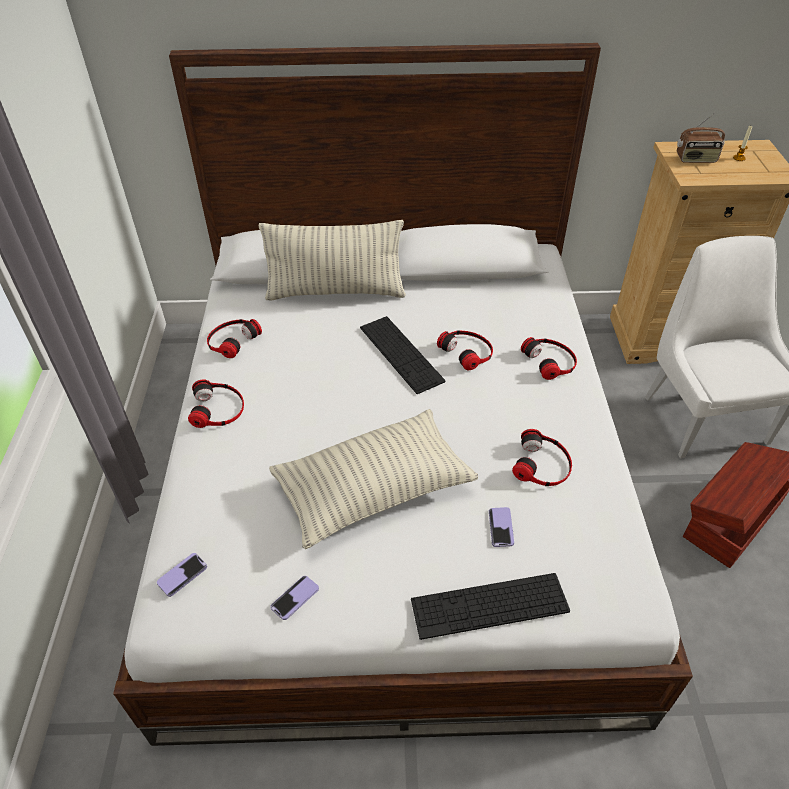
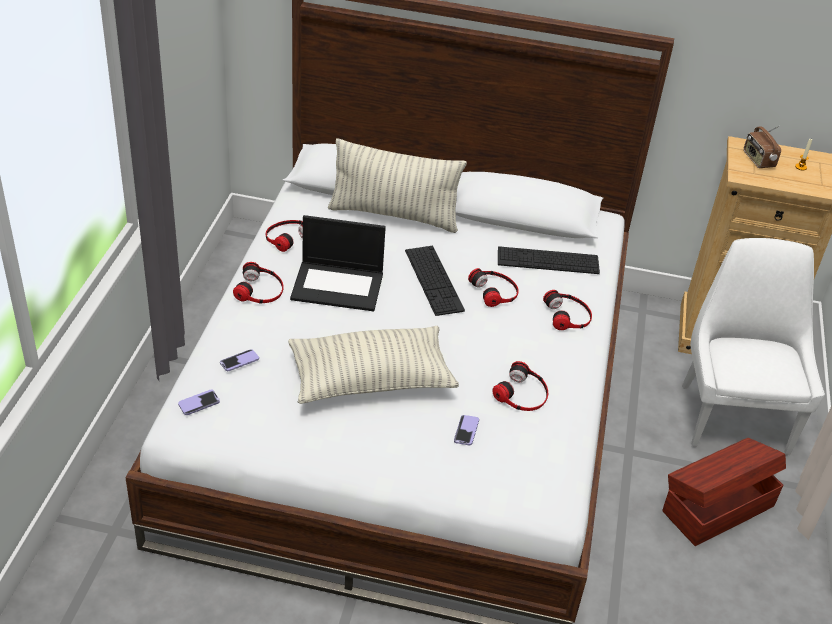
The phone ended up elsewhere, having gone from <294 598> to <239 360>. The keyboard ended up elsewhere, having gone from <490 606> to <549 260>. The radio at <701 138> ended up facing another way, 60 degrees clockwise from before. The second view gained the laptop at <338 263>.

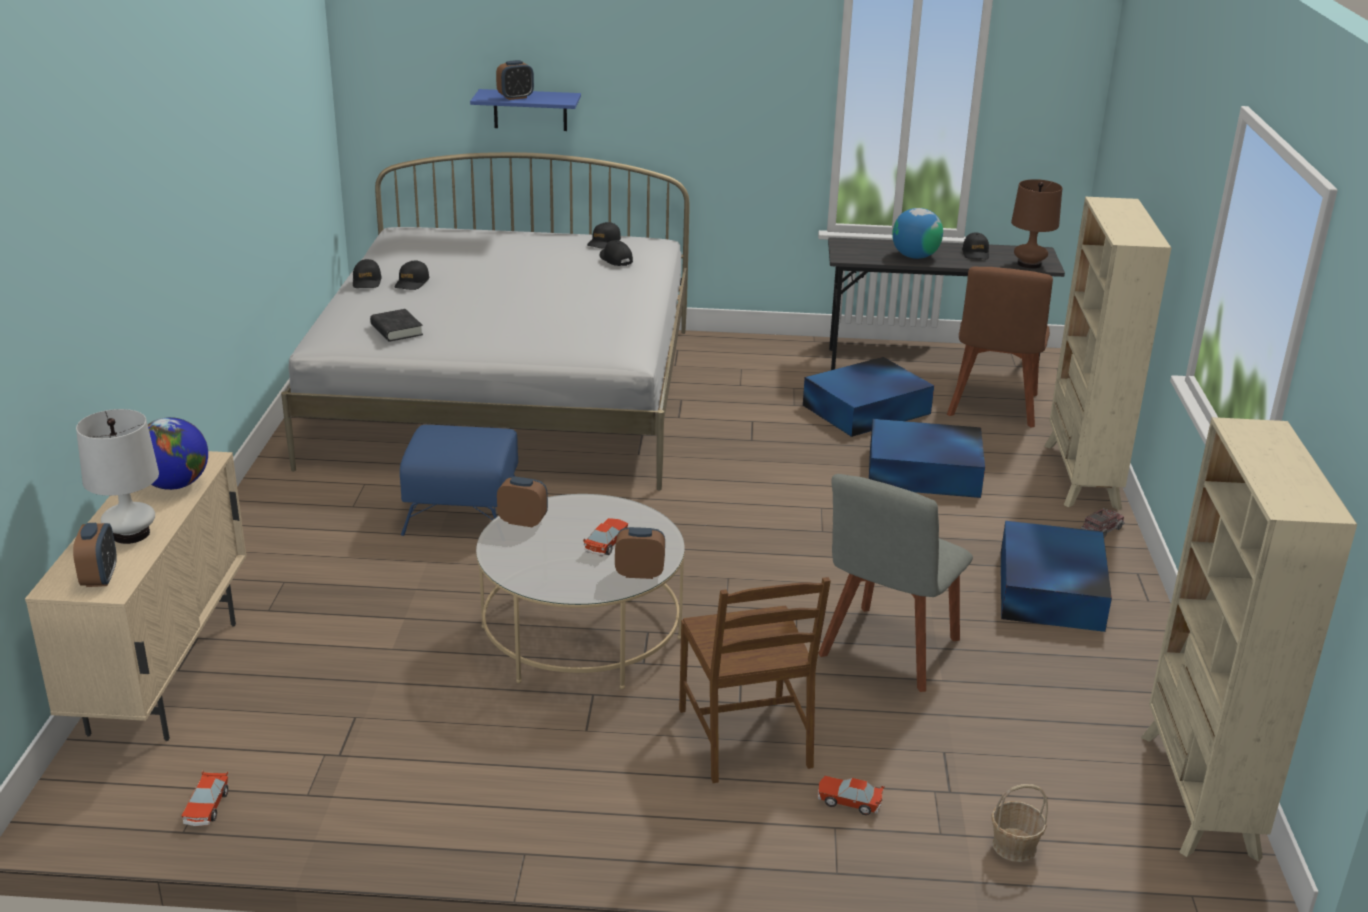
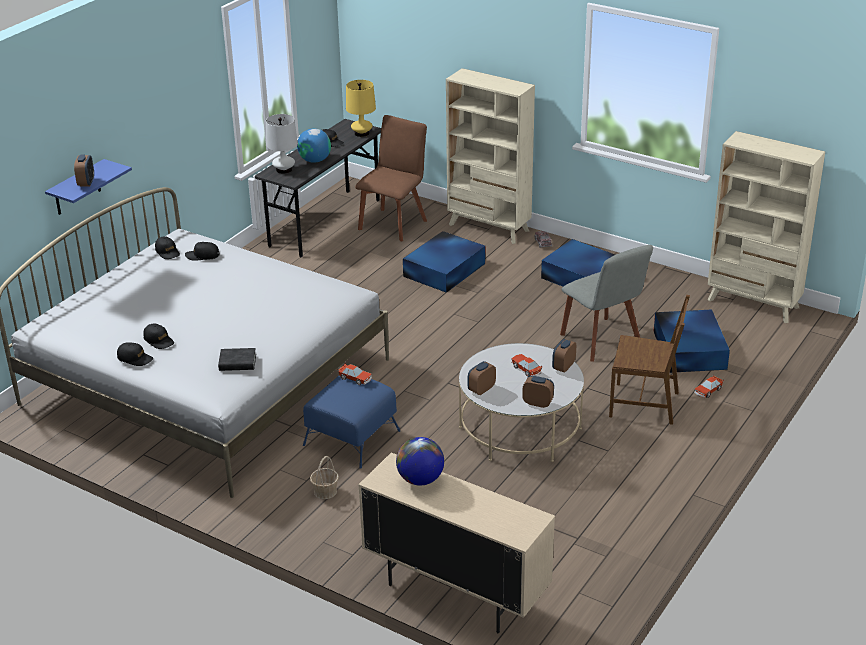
The alarm clock ended up elsewhere, having gone from <95 555> to <538 392>. The white table lamp ended up elsewhere, having gone from <117 476> to <282 144>. The toy car ended up elsewhere, having gone from <205 798> to <354 374>. The blue storage box ended up elsewhere, having gone from <868 397> to <692 341>. The brown chair at <1000 347> ended up facing another way, 105 degrees counterclockwise from before. The basket ended up elsewhere, having gone from <1019 823> to <324 477>. What was the brown table lamp at <1036 224> turned into the yellow table lamp at <361 108>.

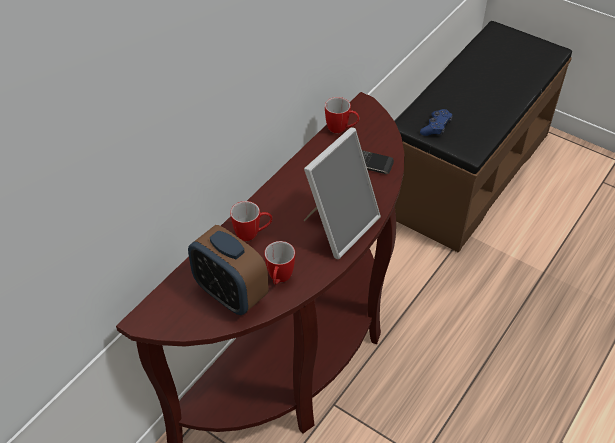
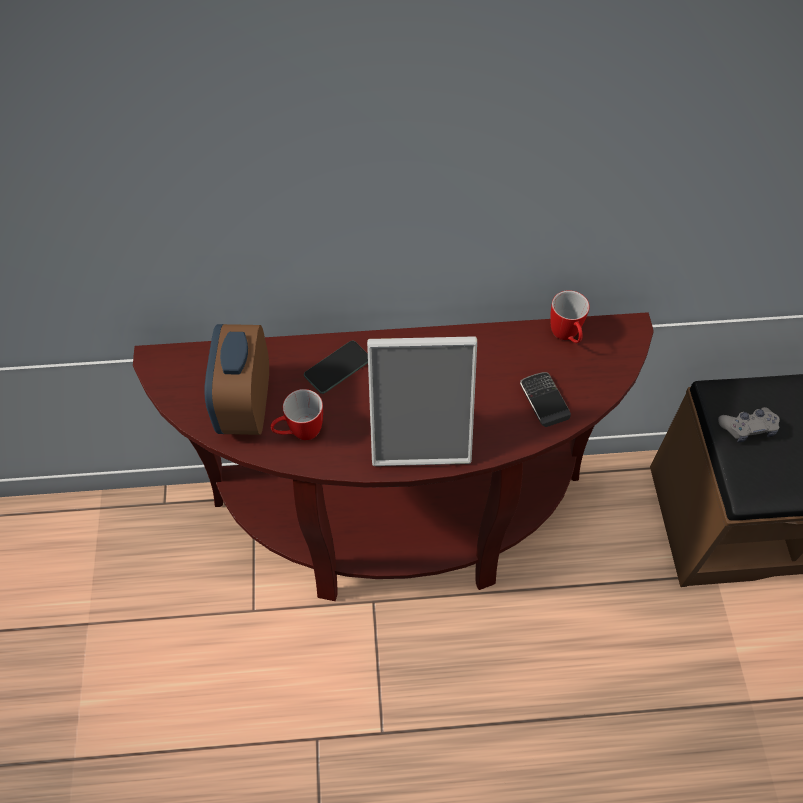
Where the mug stood at <251 221>, the phone came to stand at <336 367>. What was the blue game controller at <436 122> turned into the grey game controller at <749 424>.

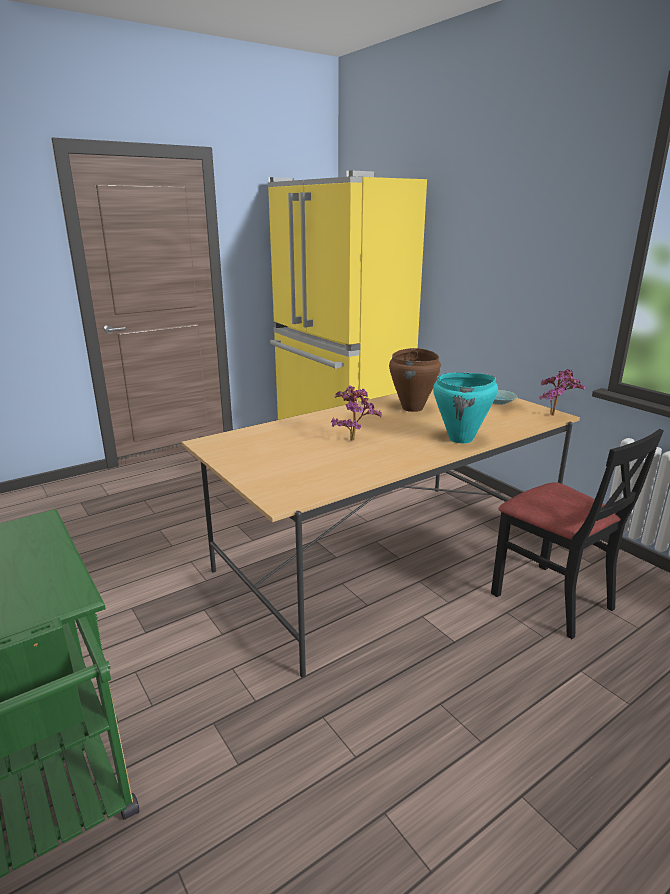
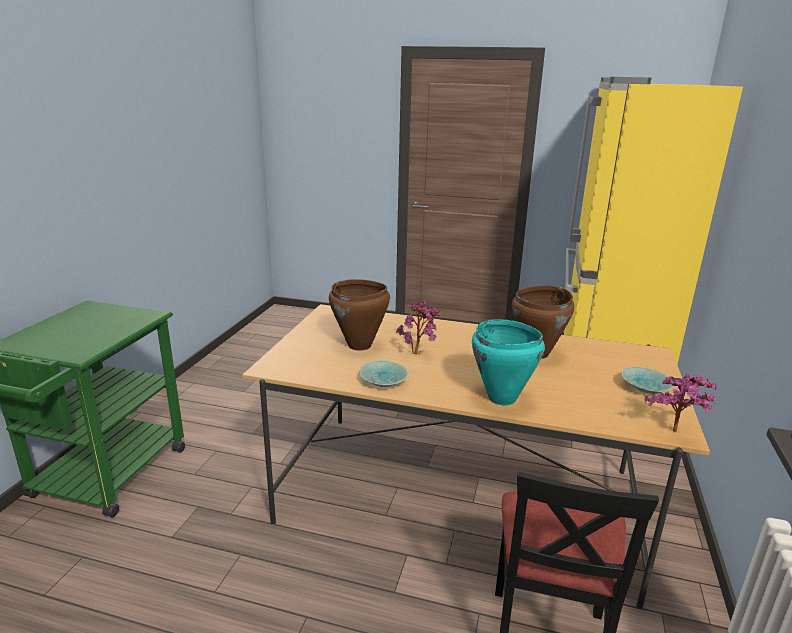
The second view gained the brown cooking pot at <359 315>. The second view gained the turquoise bowl at <383 374>.

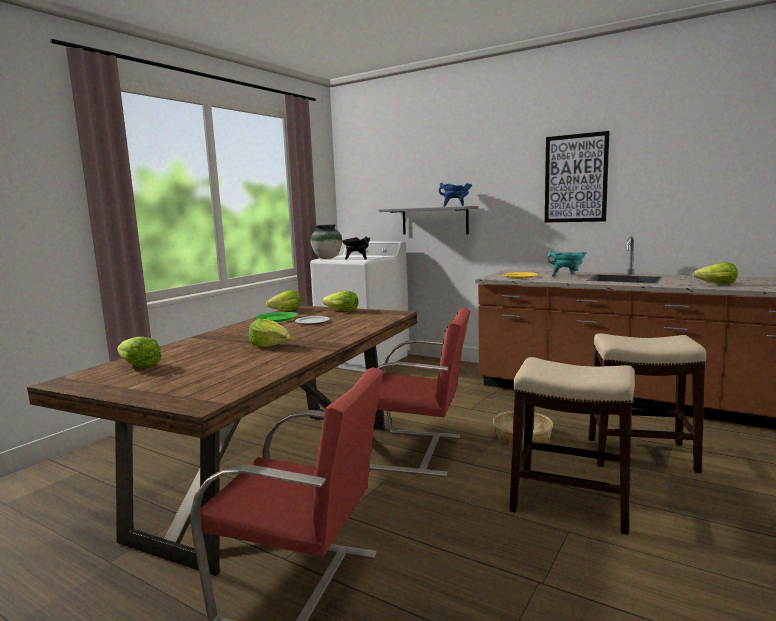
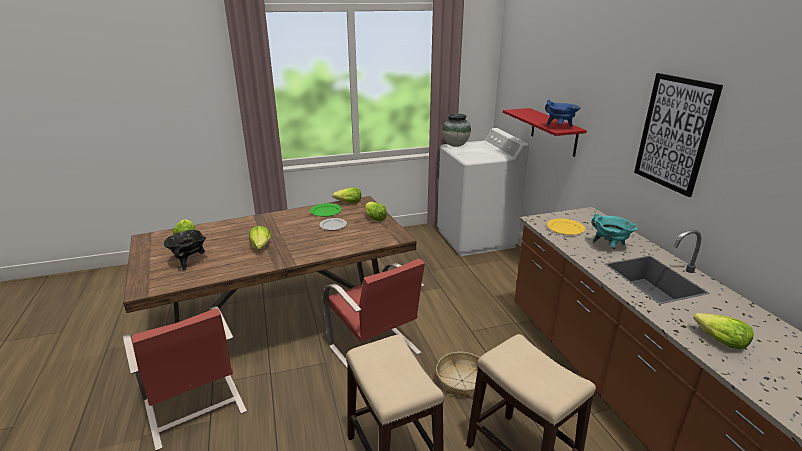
The black cooking pot ended up elsewhere, having gone from <356 248> to <185 250>. What was the grey shelf at <428 220> turned into the red shelf at <545 132>.

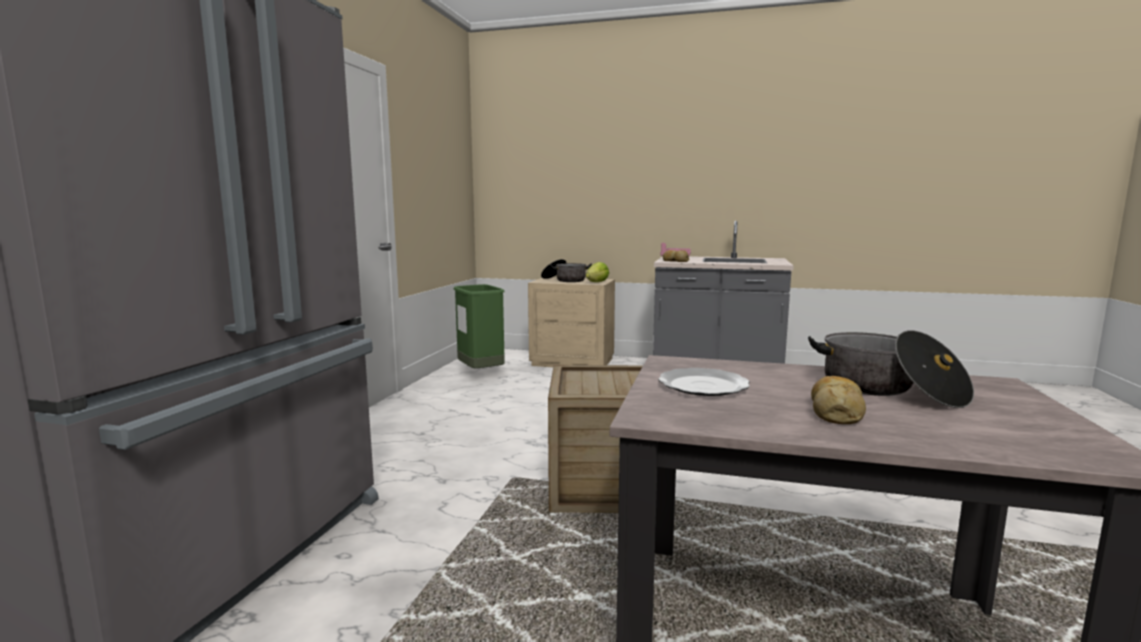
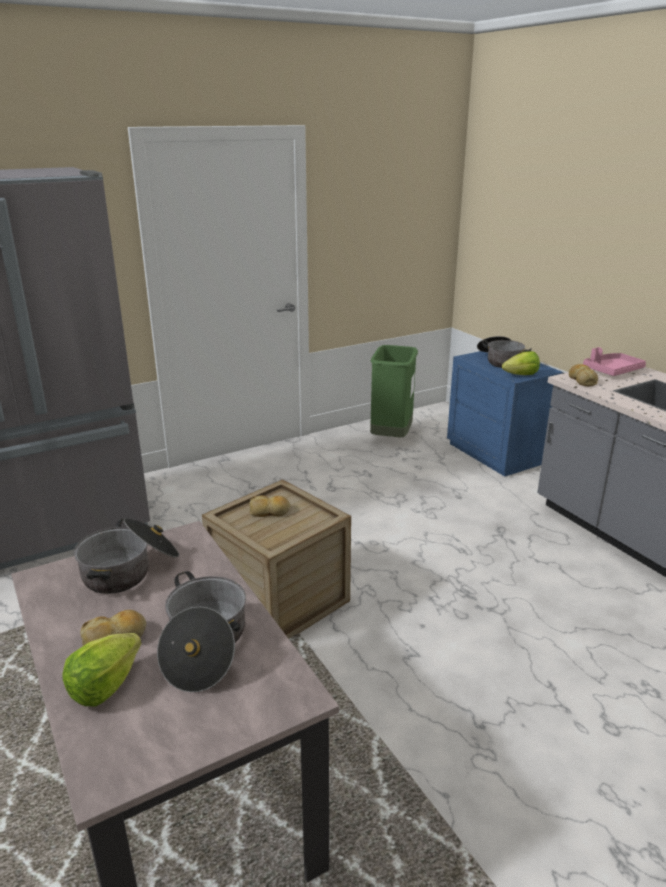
What was the beige nightstand at <571 322> turned into the blue nightstand at <505 413>. Where the plate stood at <704 382>, the cooking pot came to stand at <126 556>. The second view gained the lettuce at <102 670>. The second view gained the bread at <269 506>.

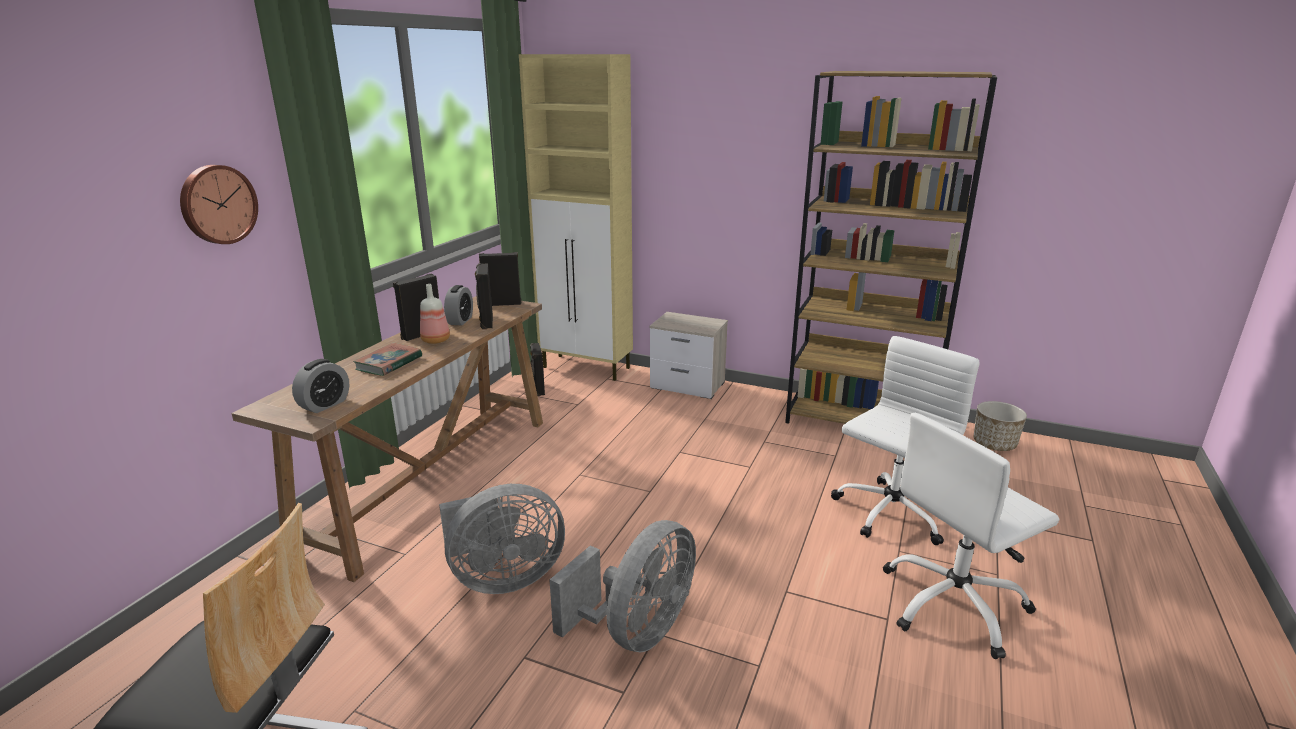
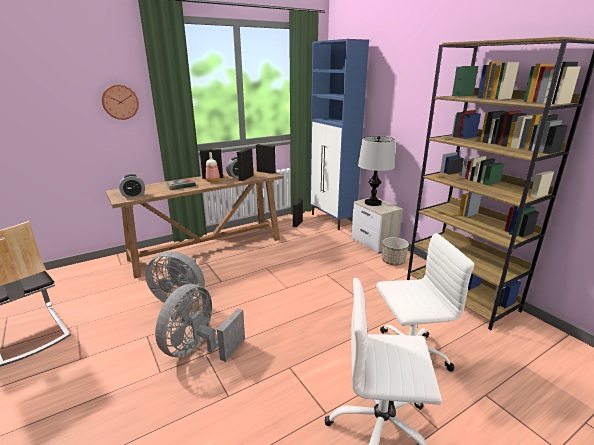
What was the beige cabinet at <576 217> turned into the blue cabinet at <339 134>. The grey fan at <623 586> ended up facing another way, 135 degrees clockwise from before. The planter ended up elsewhere, having gone from <1000 426> to <395 251>. The second view gained the table lamp at <376 171>.

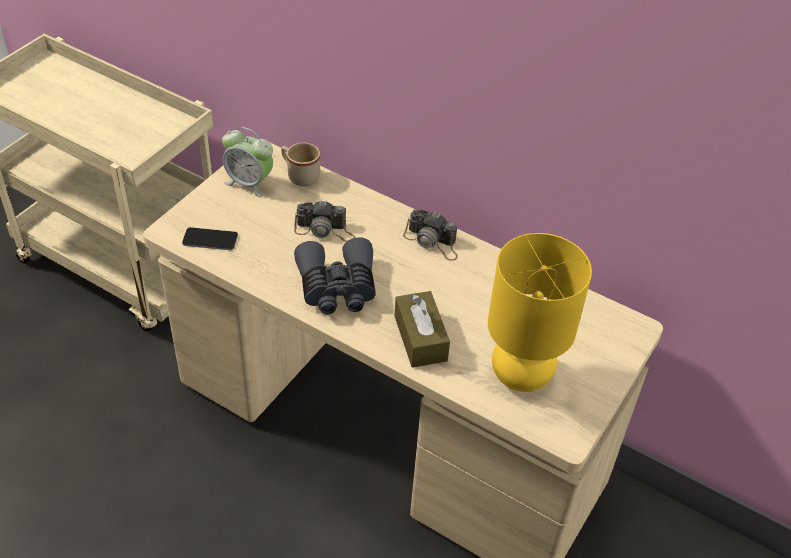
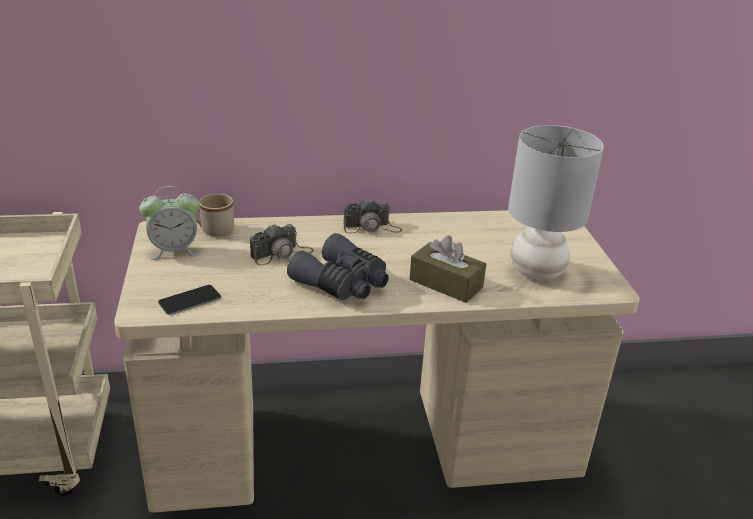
What was the yellow table lamp at <540 312> turned into the grey table lamp at <556 202>.

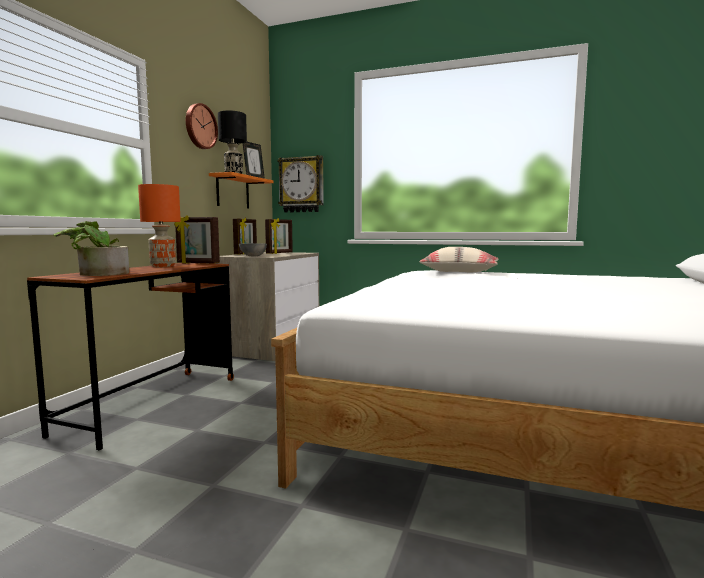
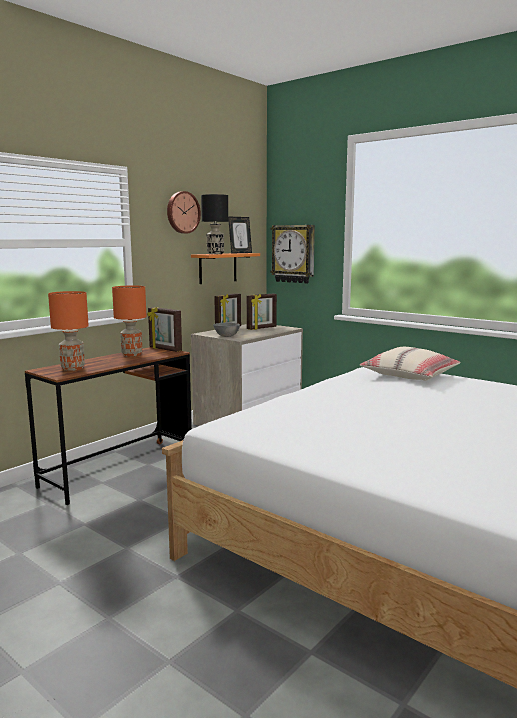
Where the potted plant stood at <91 248>, the orange table lamp came to stand at <68 331>.

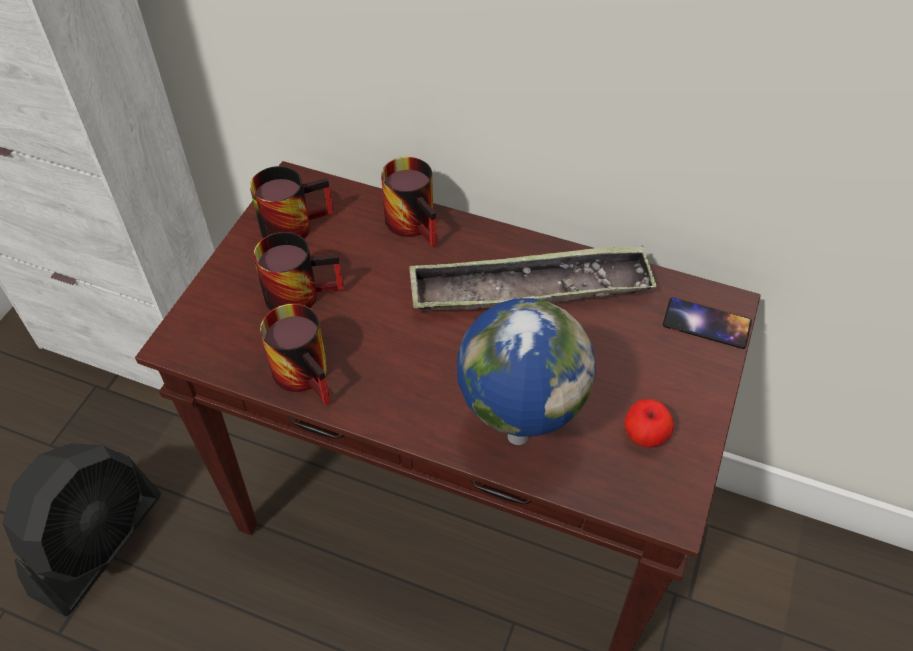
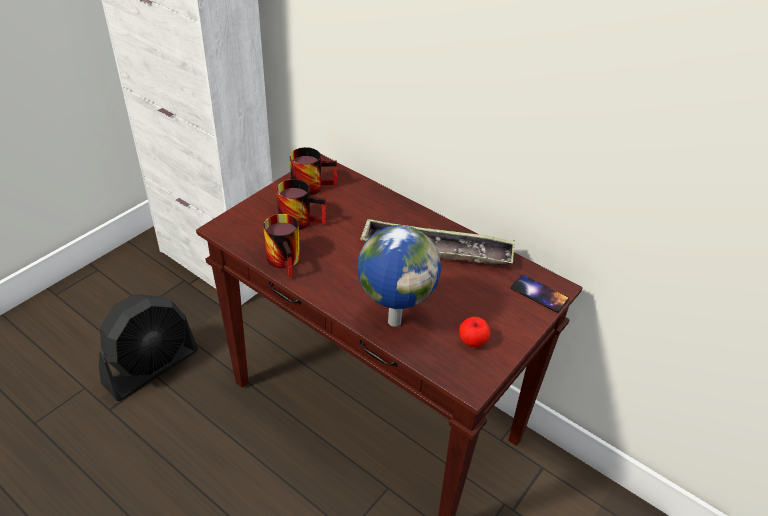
The second view lost the mug at <409 202>.

